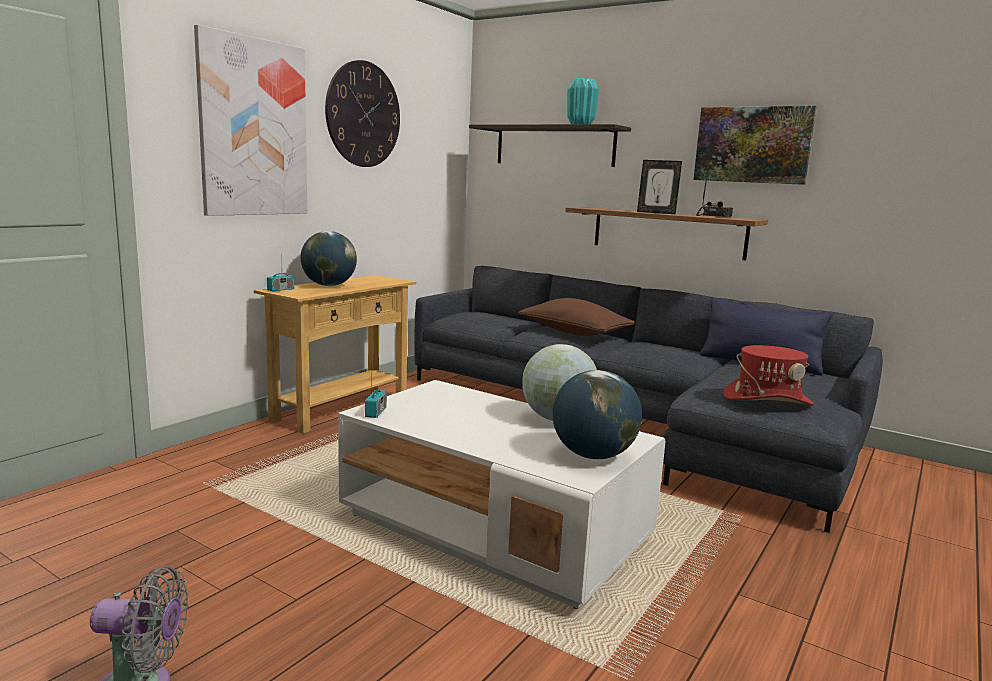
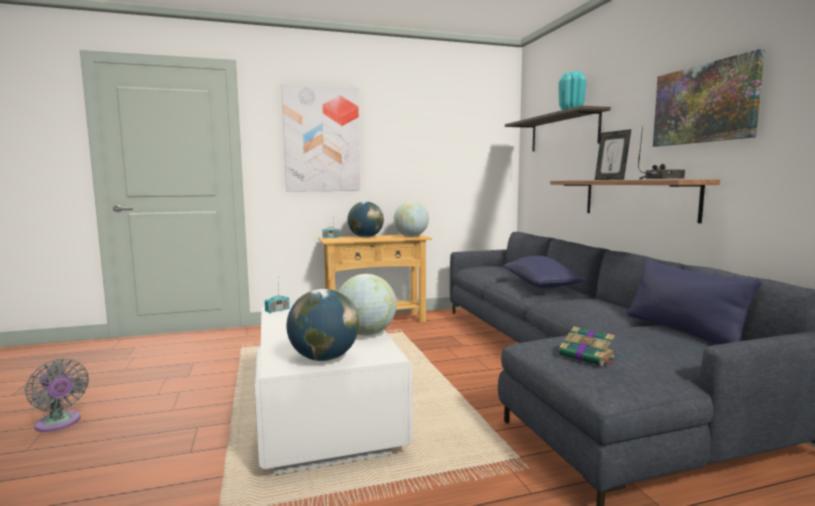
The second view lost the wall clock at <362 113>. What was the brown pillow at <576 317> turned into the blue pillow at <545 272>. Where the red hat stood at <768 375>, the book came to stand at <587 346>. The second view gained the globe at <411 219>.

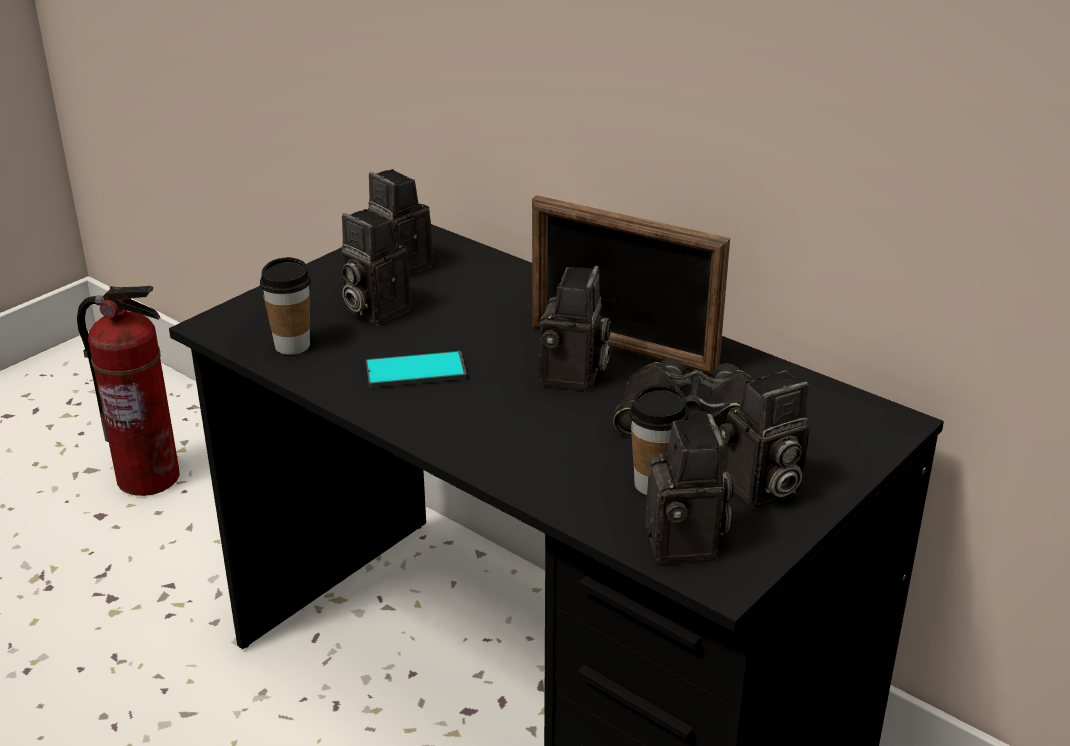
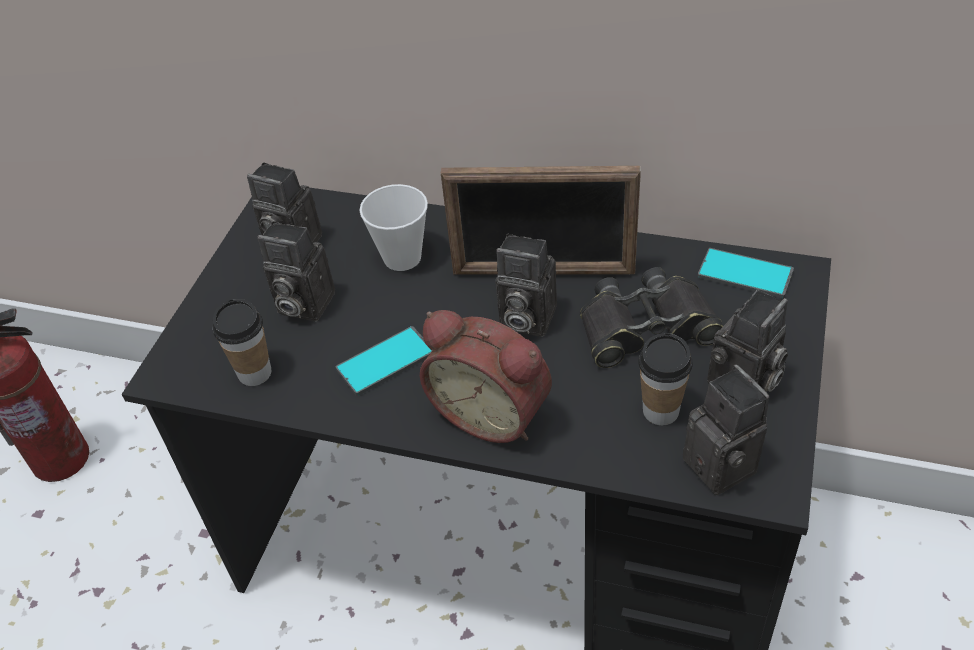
The photo camera at <575 328> ended up facing another way, 120 degrees clockwise from before. The second view gained the cup at <394 227>. The second view gained the alarm clock at <486 376>. The second view gained the phone at <746 273>.

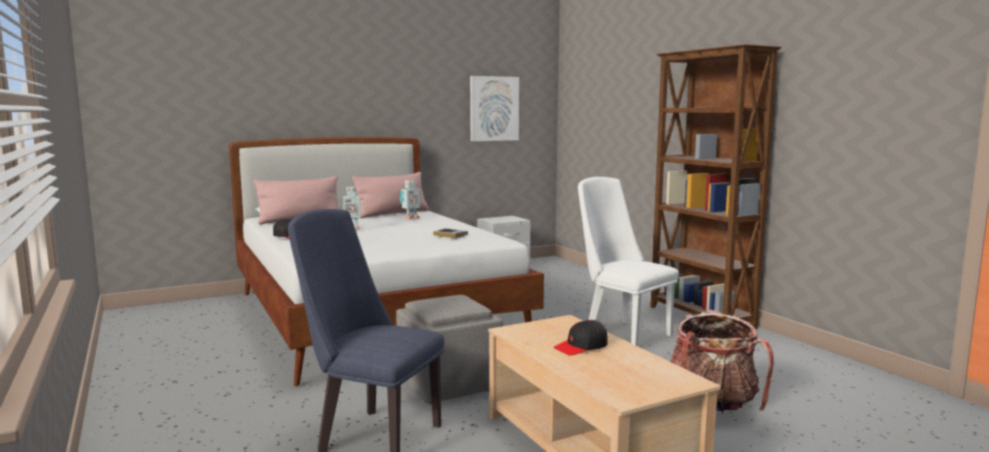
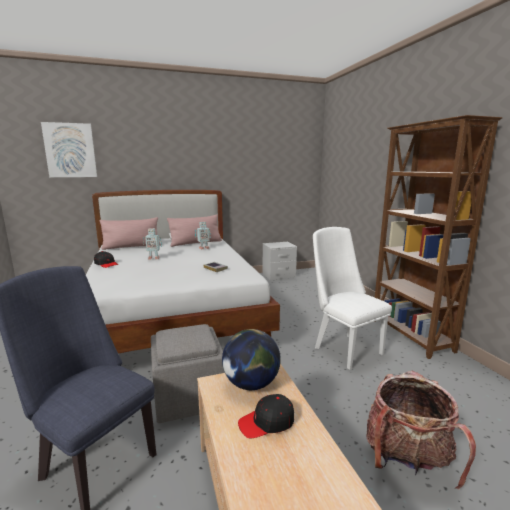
The picture ended up elsewhere, having gone from <494 108> to <69 149>. The second view gained the globe at <251 359>.

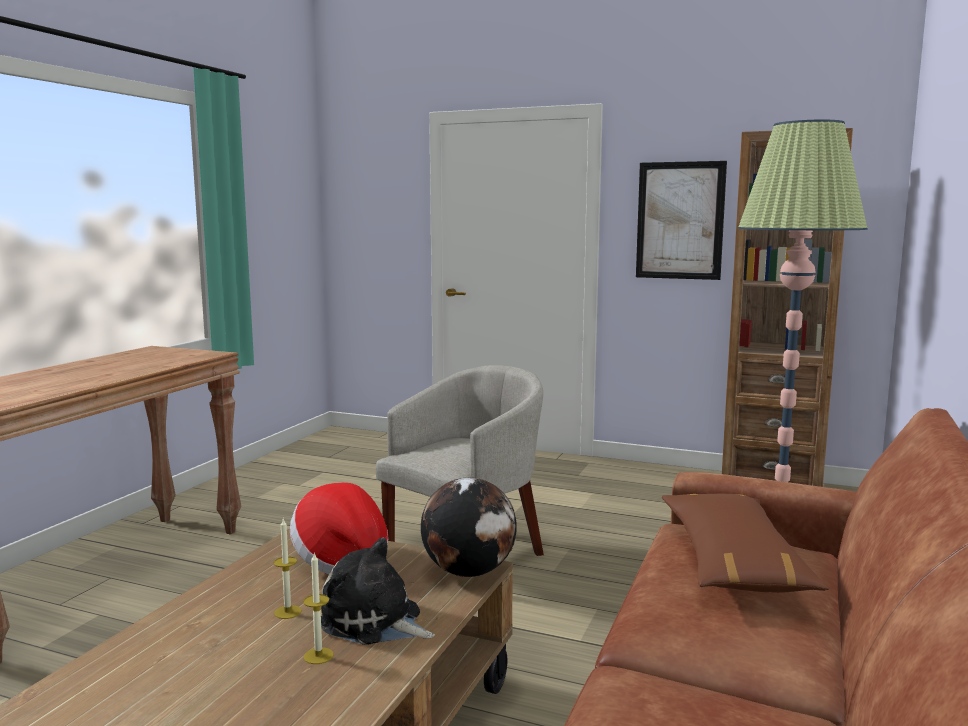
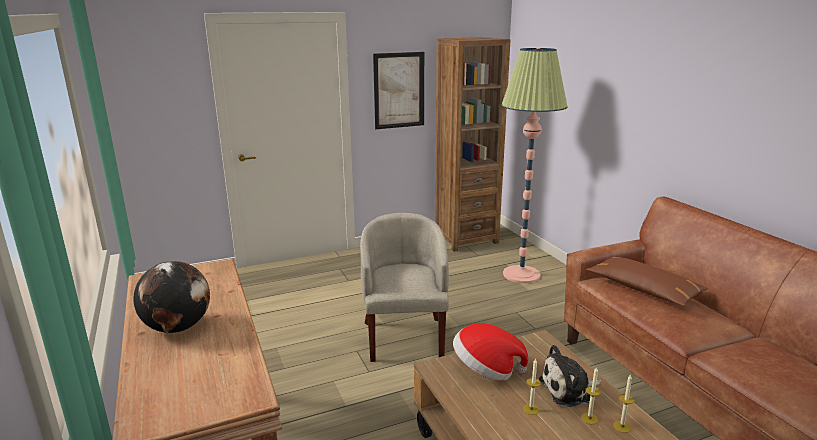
The globe ended up elsewhere, having gone from <469 527> to <171 297>. The second view gained the candle at <623 403>.

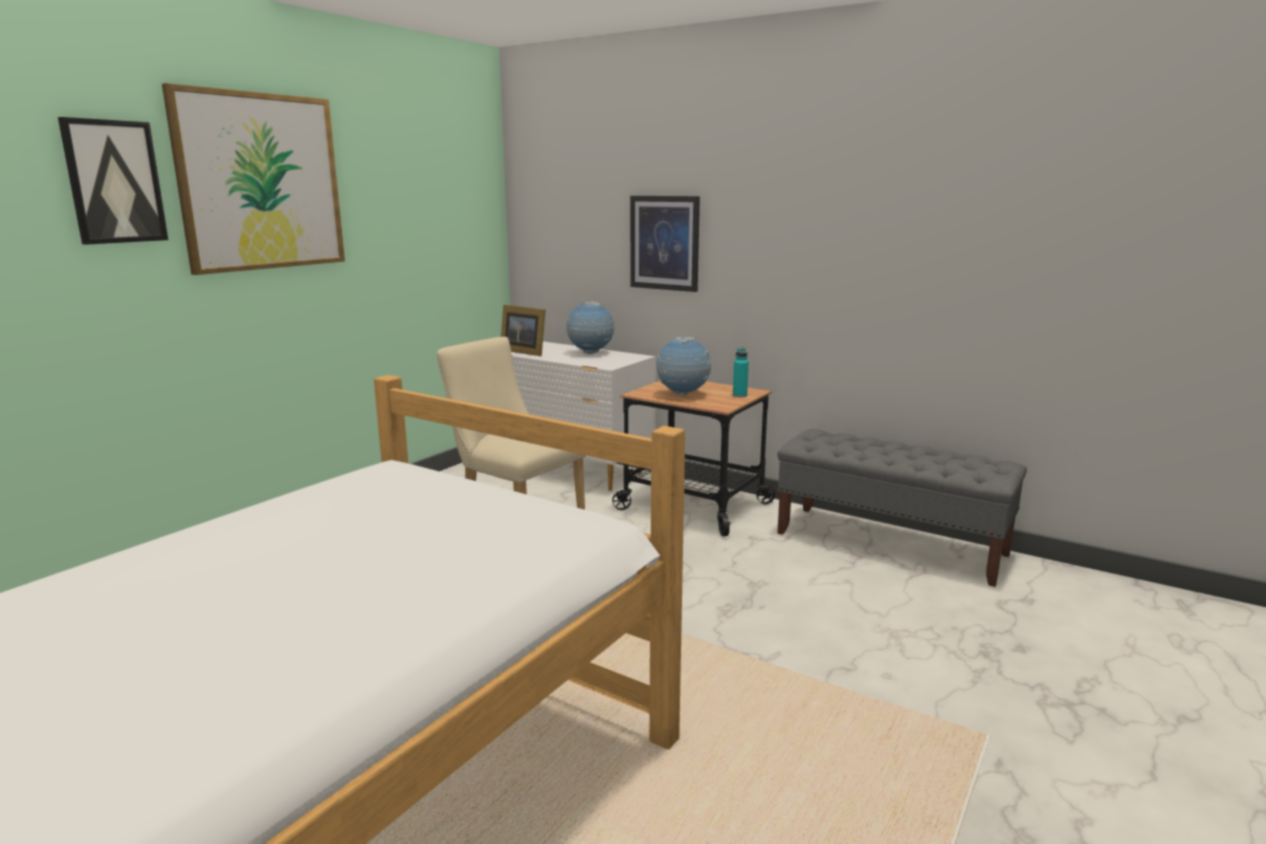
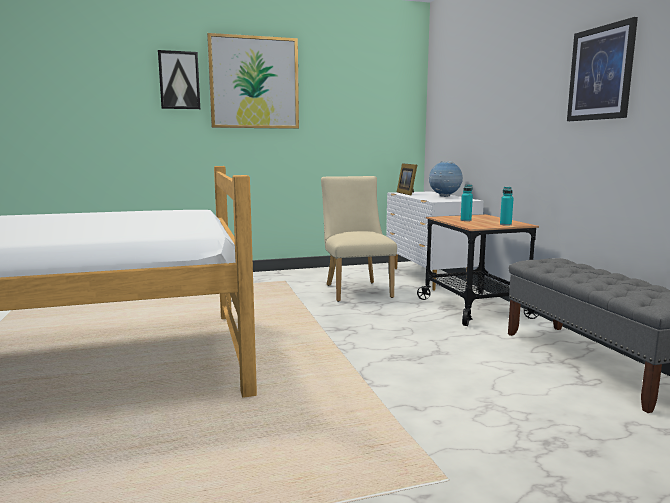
The picture ended up elsewhere, having gone from <665 244> to <602 69>. Where the globe stood at <683 365>, the turquoise bottle came to stand at <467 203>.

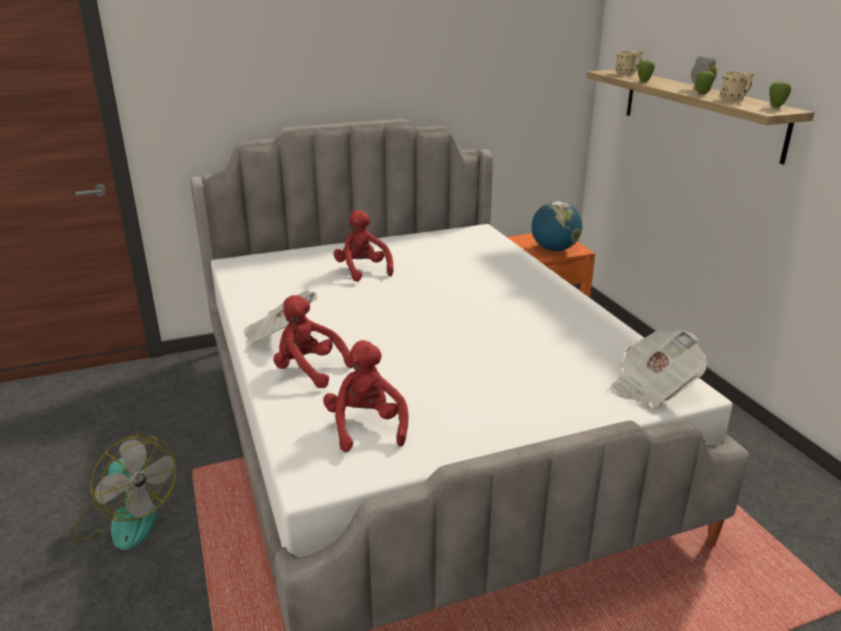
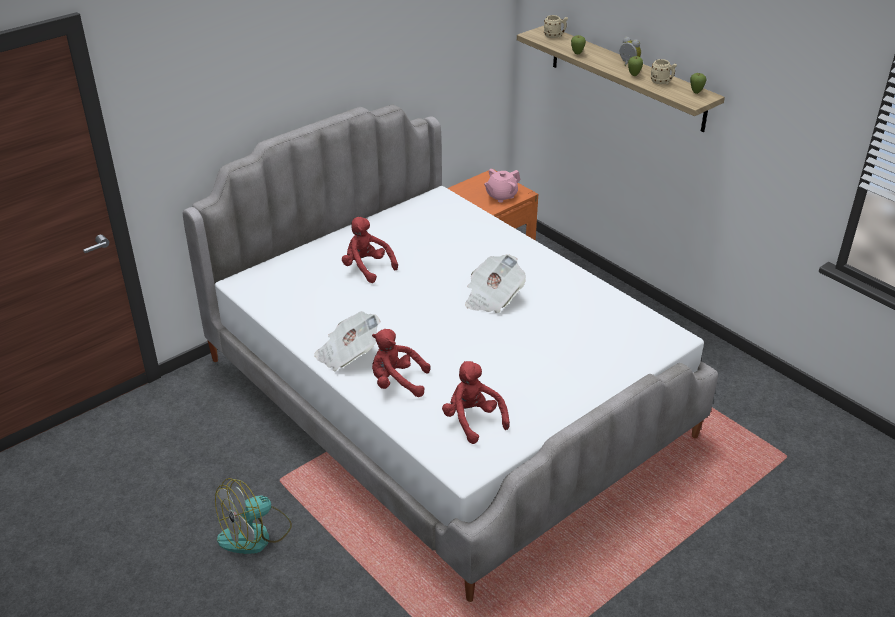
The fan at <124 492> ended up facing another way, 120 degrees clockwise from before. Where the globe stood at <556 226>, the pink teapot came to stand at <502 186>. The newspaper ended up elsewhere, having gone from <658 368> to <495 284>.

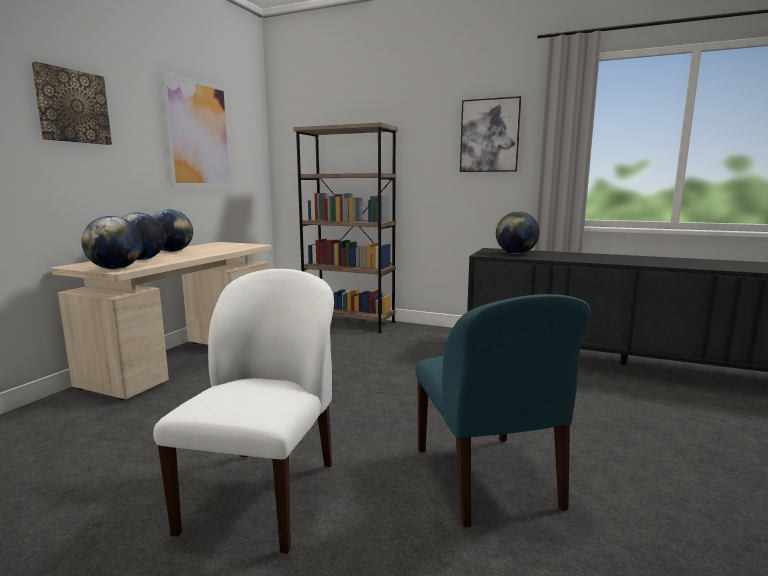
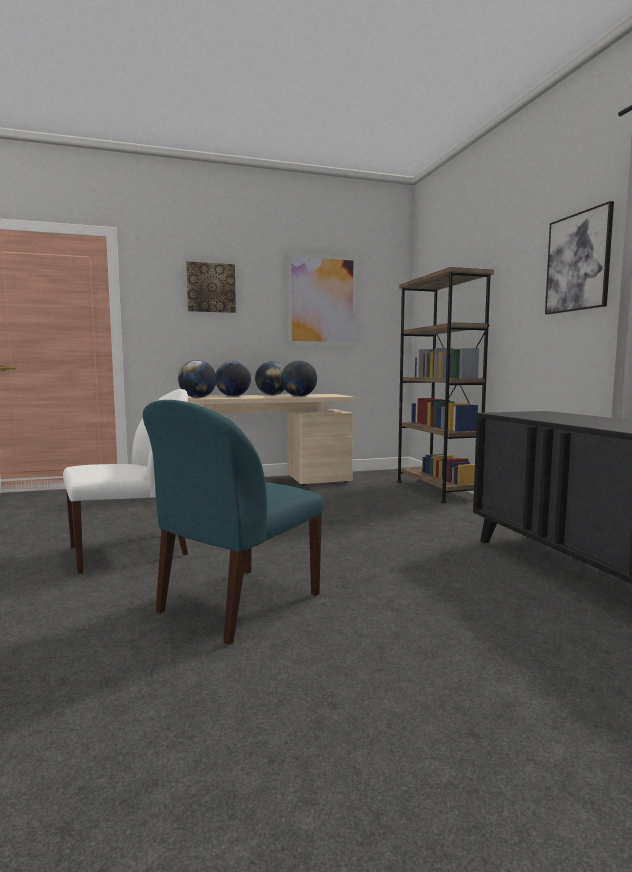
The globe ended up elsewhere, having gone from <518 233> to <299 378>.

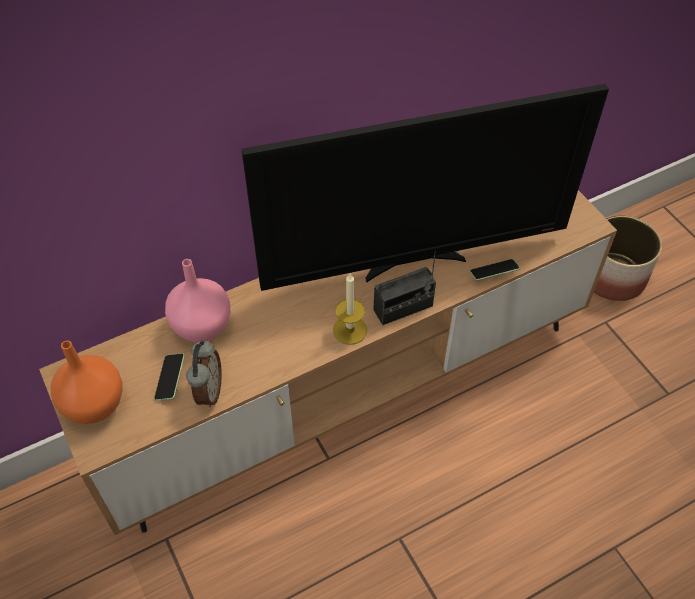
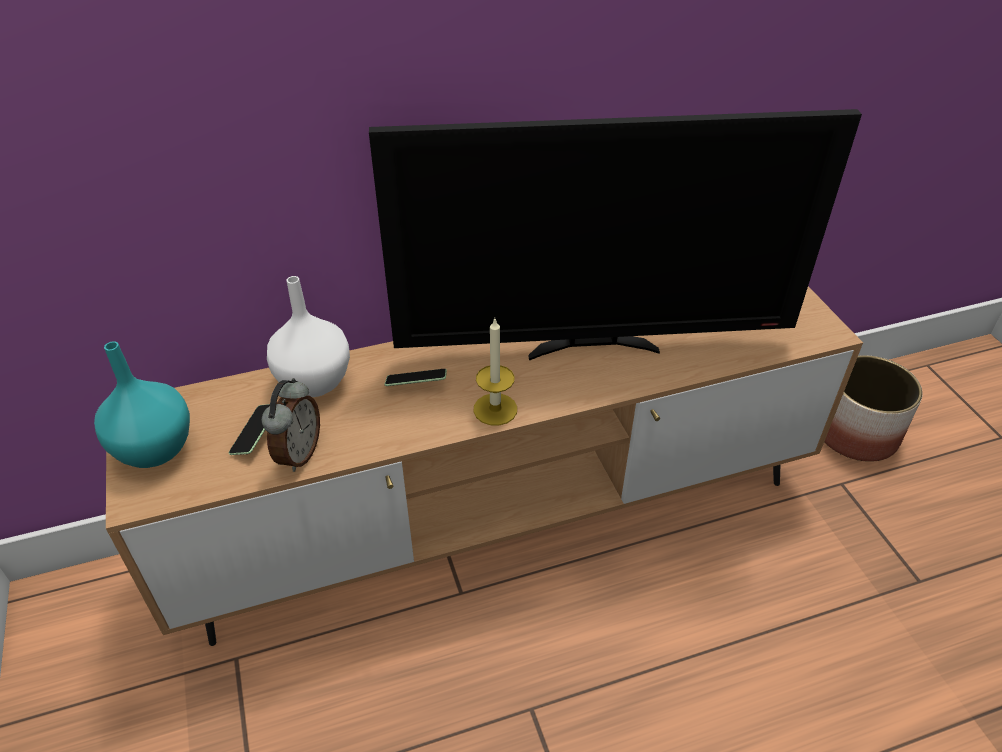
What was the orange vase at <87 382> turned into the turquoise vase at <142 404>. What was the pink vase at <198 300> turned into the white vase at <308 336>. The second view lost the radio at <404 288>. The phone ended up elsewhere, having gone from <495 270> to <415 377>.

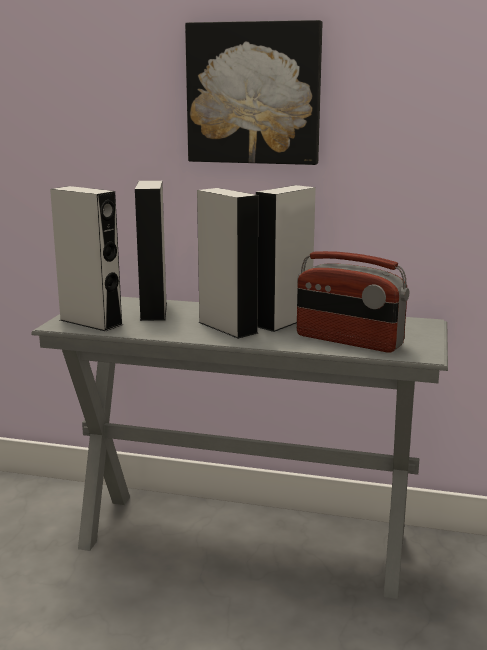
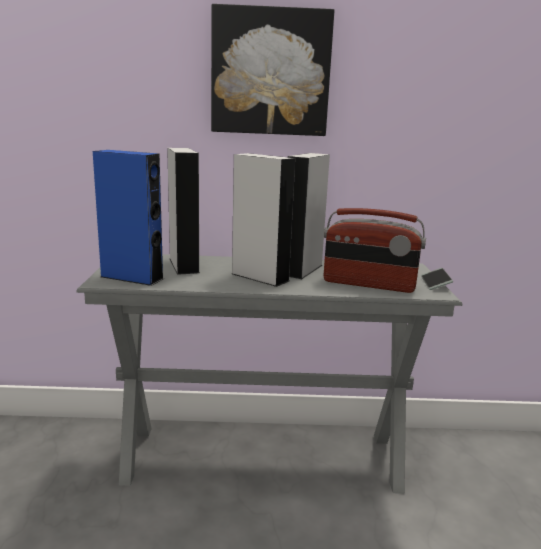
What was the grey speaker at <86 258> turned into the blue speaker at <128 218>. The second view gained the phone at <437 279>.

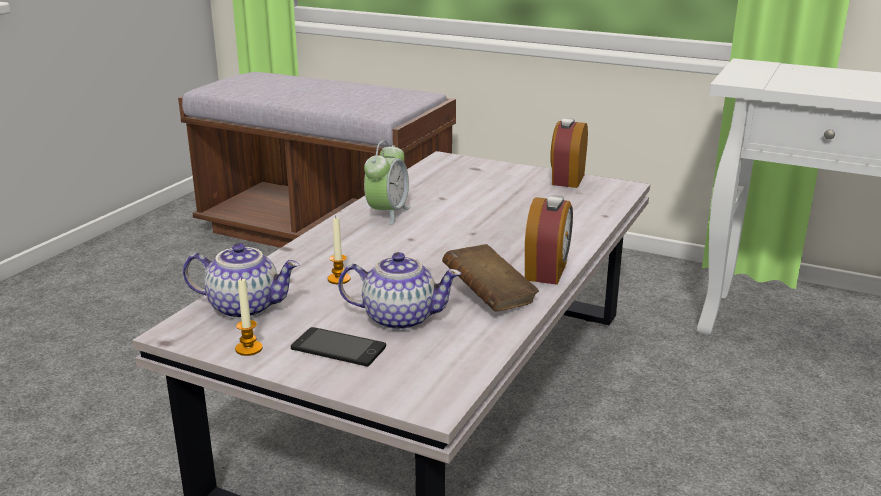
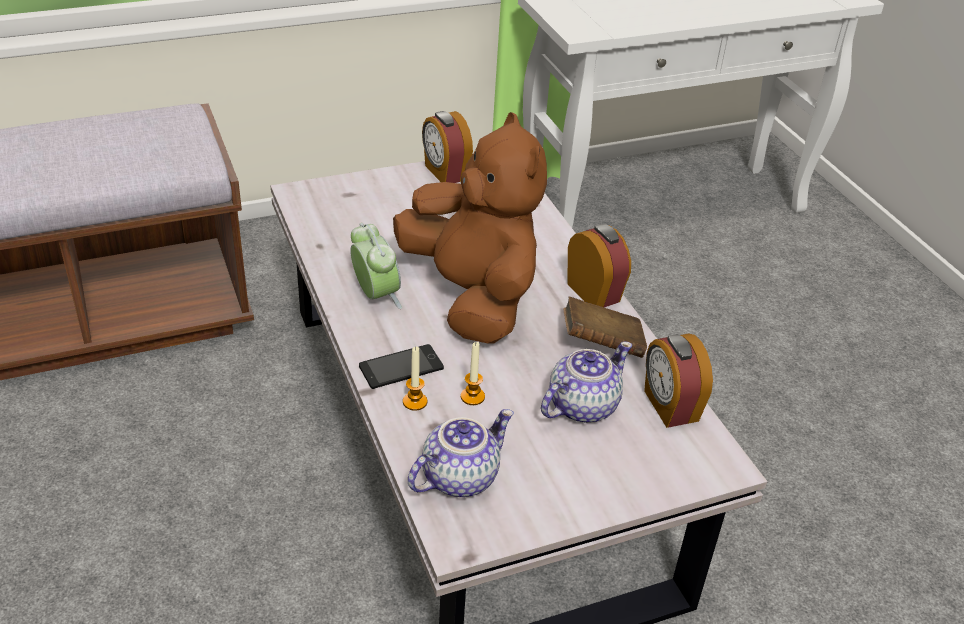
The candle ended up elsewhere, having gone from <249 316> to <415 379>. The phone ended up elsewhere, having gone from <338 347> to <401 366>. The second view gained the brown plush toy at <470 228>. The second view gained the alarm clock at <678 381>.

